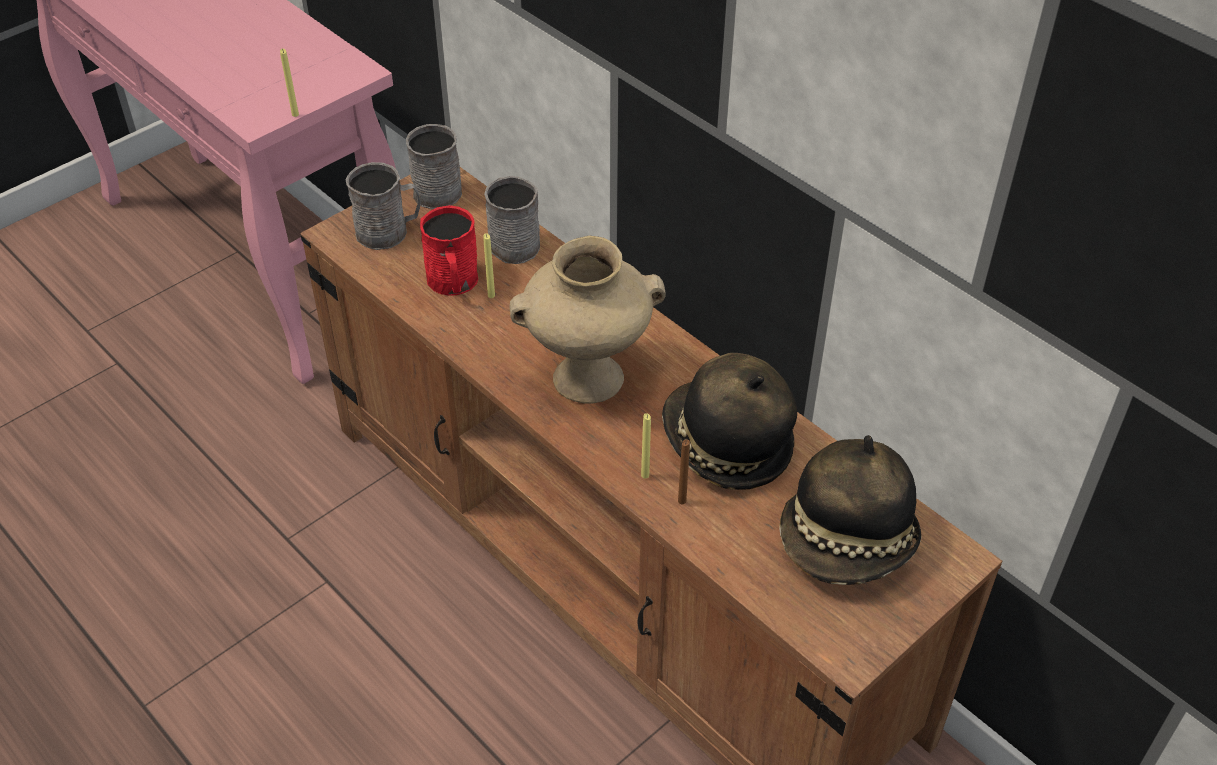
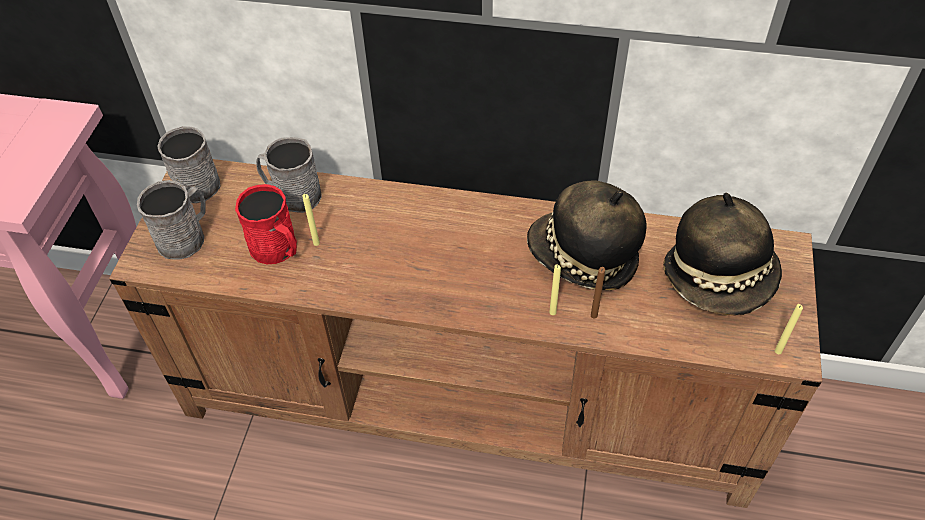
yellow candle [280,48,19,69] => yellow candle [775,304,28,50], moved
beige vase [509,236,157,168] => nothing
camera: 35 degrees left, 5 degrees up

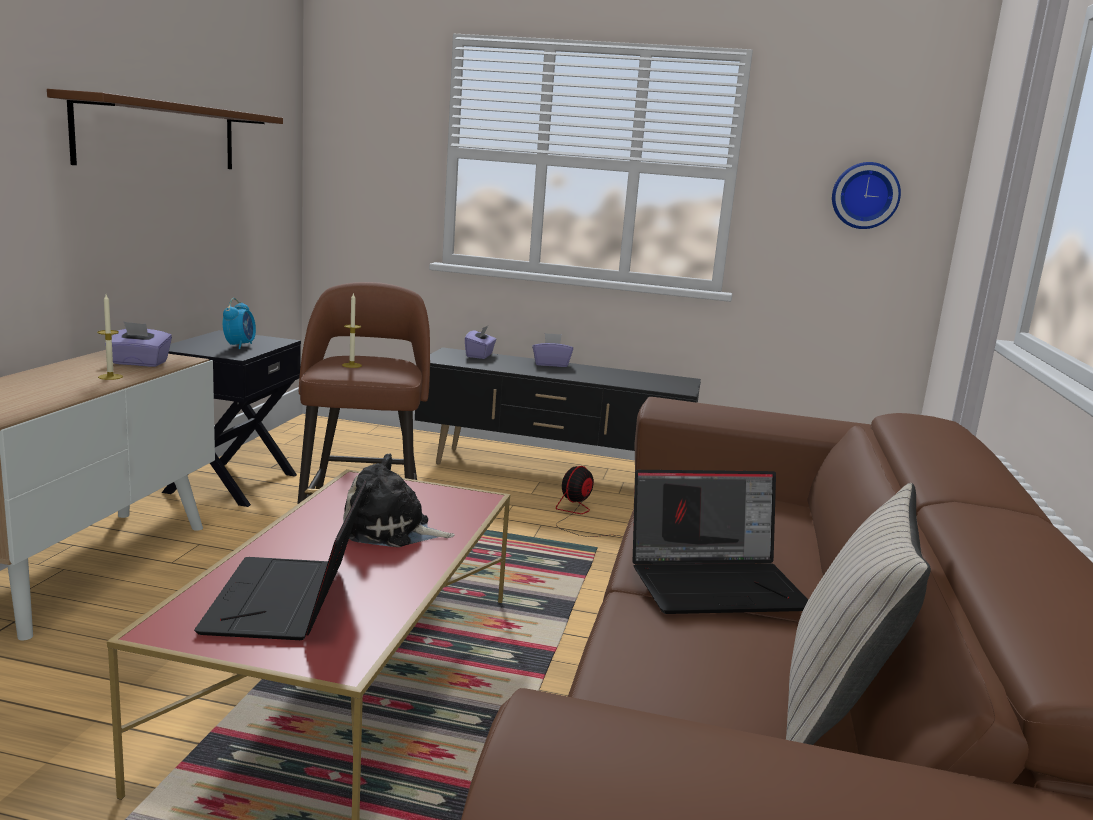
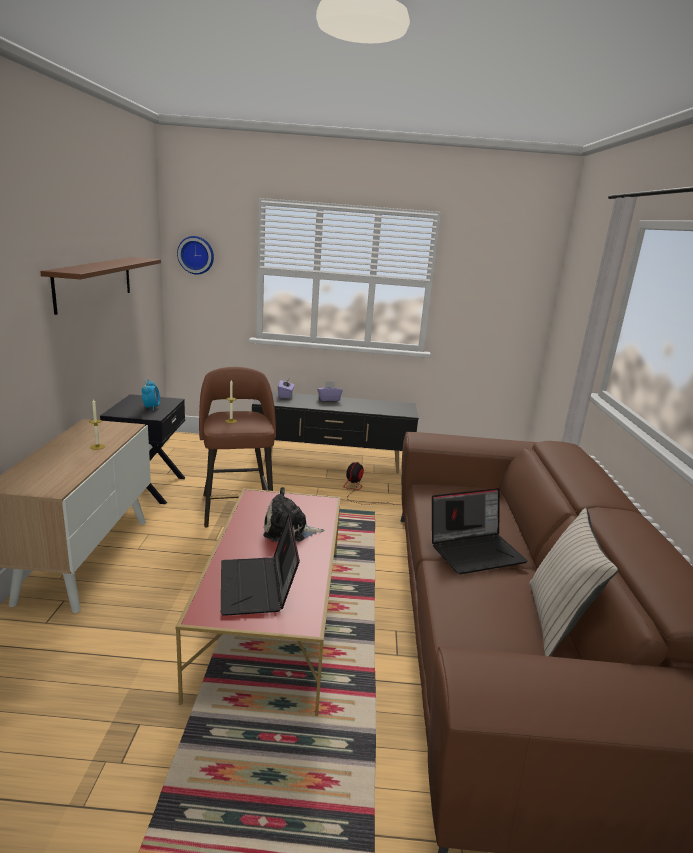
wall clock [832,162,69,67] => wall clock [177,236,37,39], moved
purple tissue box [105,321,67,46] => nothing
camera: 10 degrees left, 5 degrees up

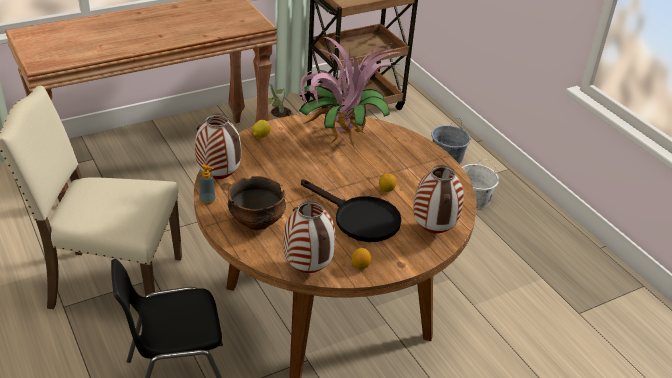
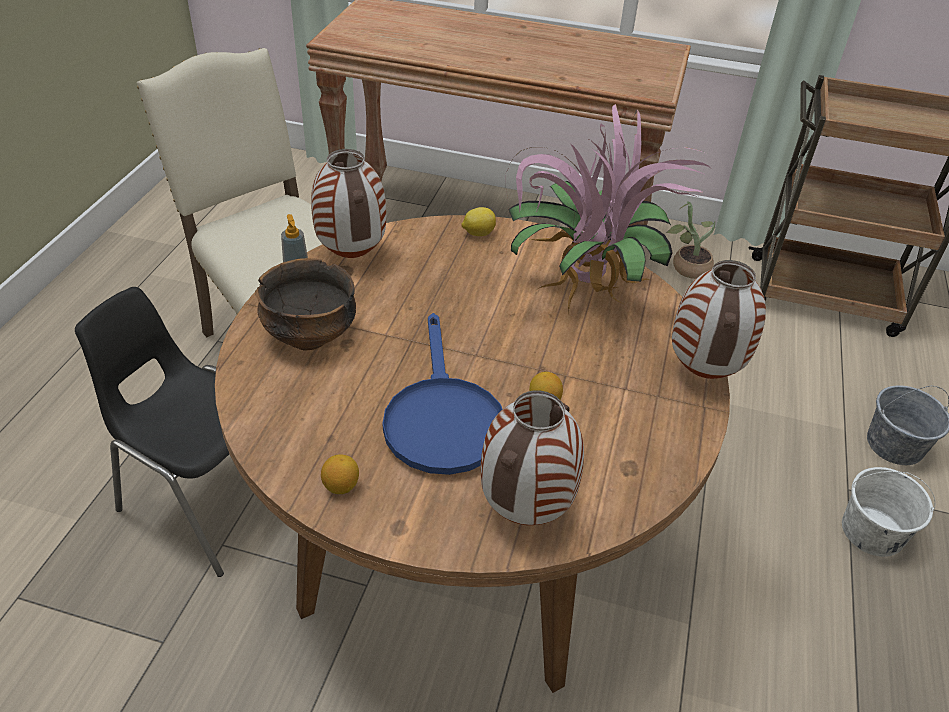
black frying pan [301,180,100,62] => blue frying pan [382,313,120,162]
vase [283,201,53,72] => vase [672,260,94,119], moved
camera: 45 degrees right, 5 degrees up

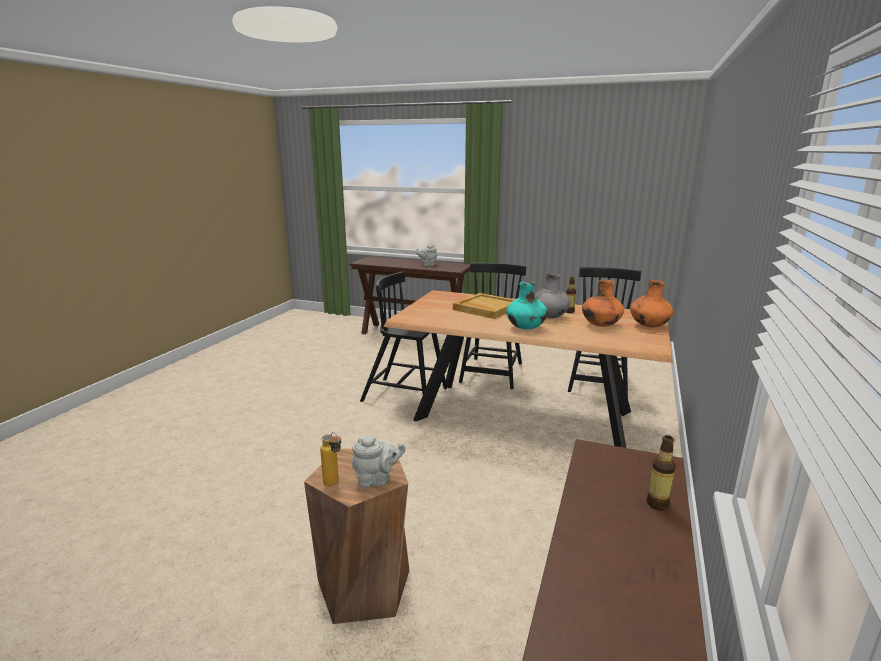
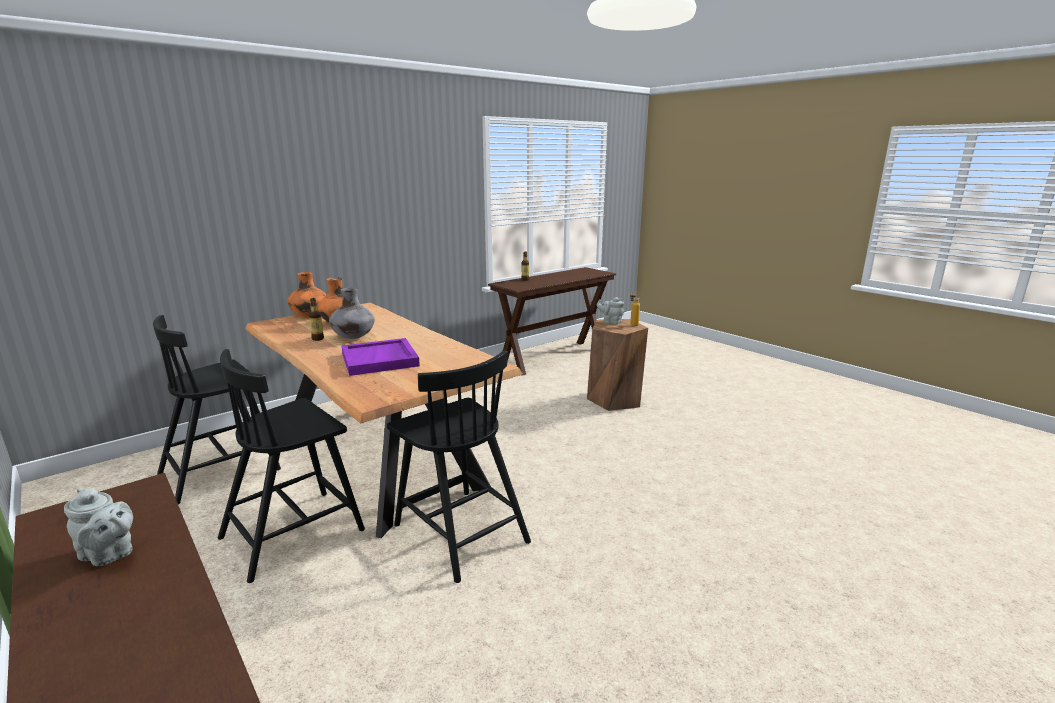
turquoise vase [506,281,42,48] => nothing
beige tray [453,293,62,26] => purple tray [342,338,78,38]
camera: 150 degrees left, 0 degrees up

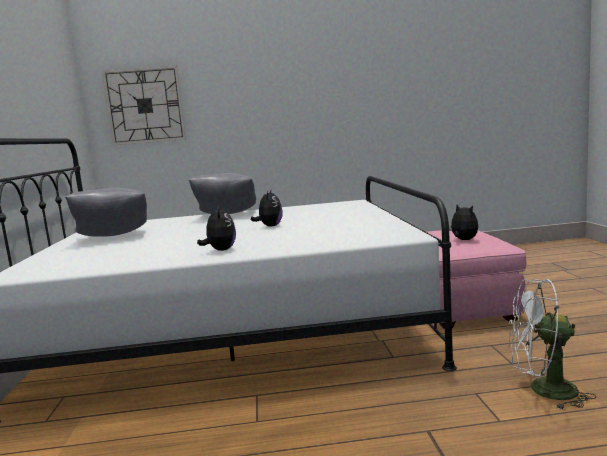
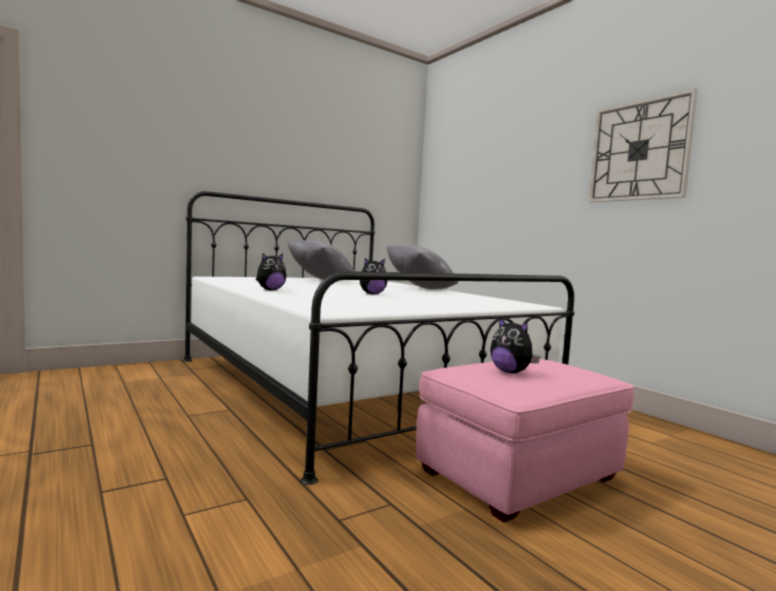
wall clock [102,65,84,80] => wall clock [588,88,110,114], moved
plush toy [449,205,29,35] => plush toy [490,317,50,56], 105 degrees clockwise
white fan [509,279,87,130] => nothing
camera: 60 degrees right, 5 degrees down

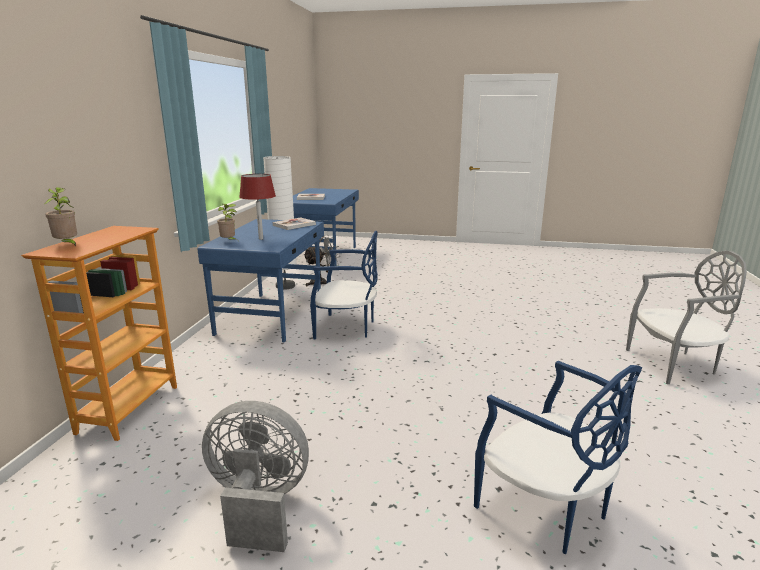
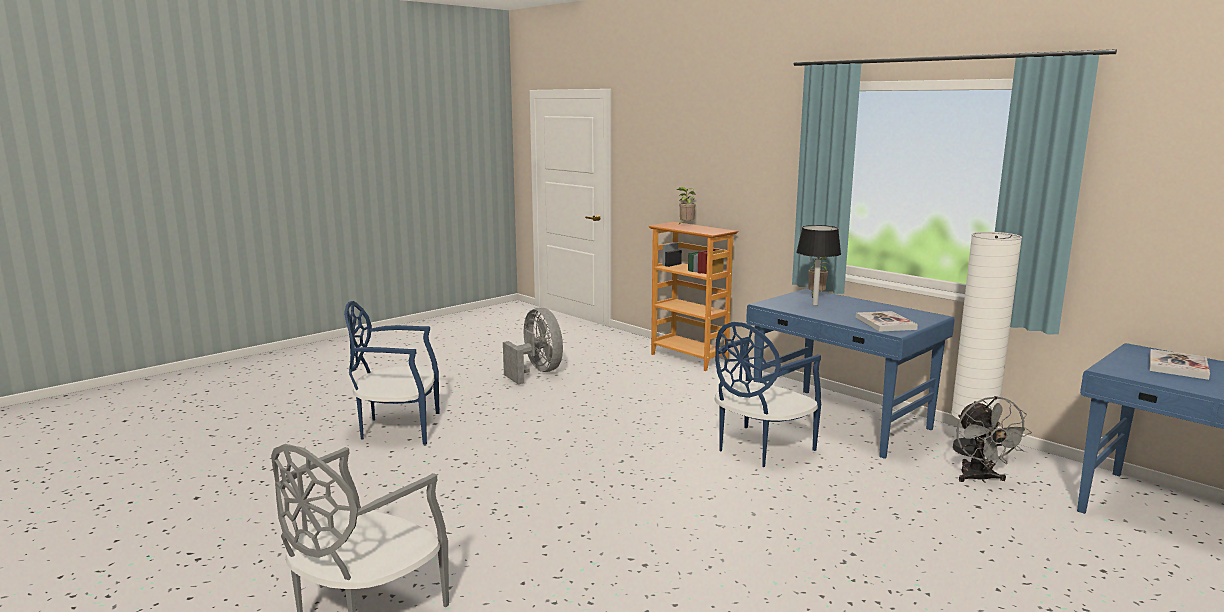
red table lamp [239,174,37,66] => black table lamp [796,225,45,81]
grey fan [202,401,107,151] => grey fan [503,308,60,77], 75 degrees counterclockwise
camera: 125 degrees right, 5 degrees down

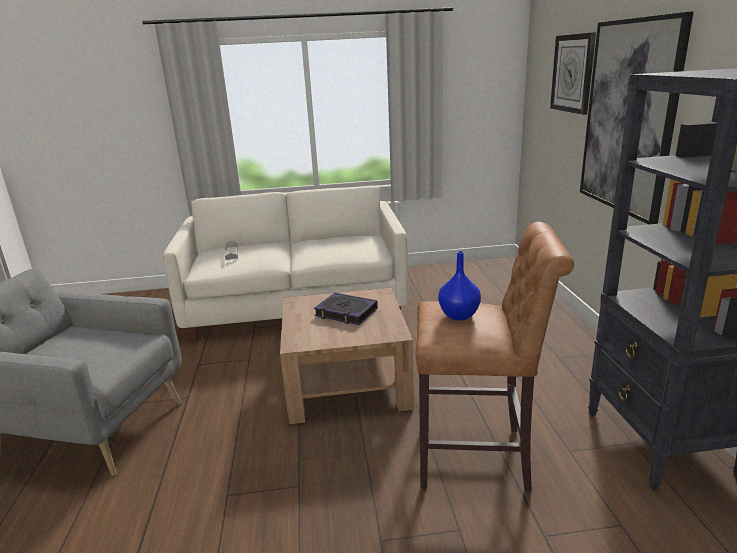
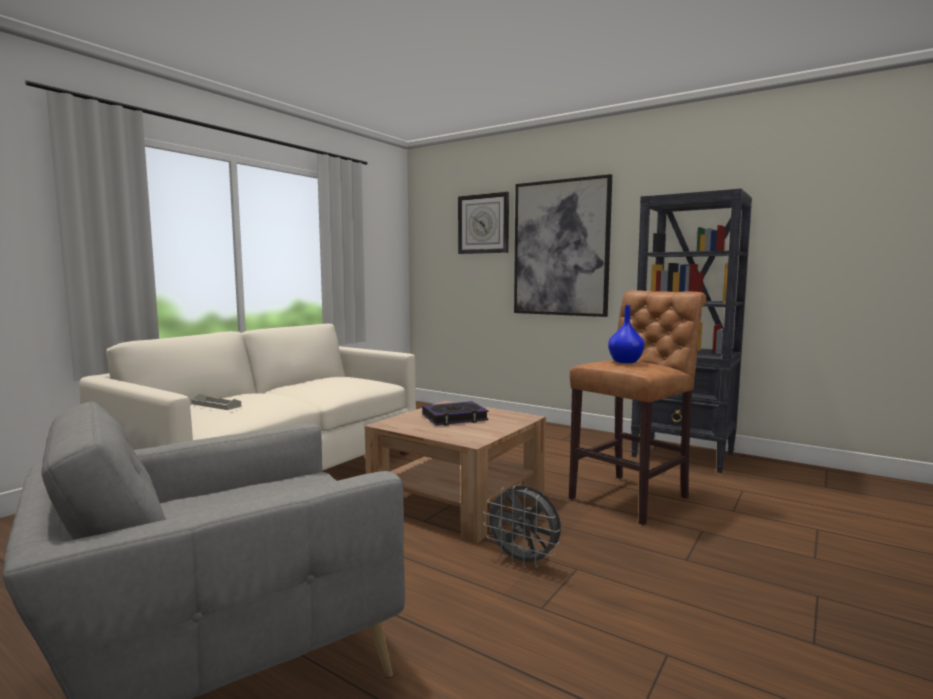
nothing => grey fan [483,485,78,83]
camera: 50 degrees left, 15 degrees down

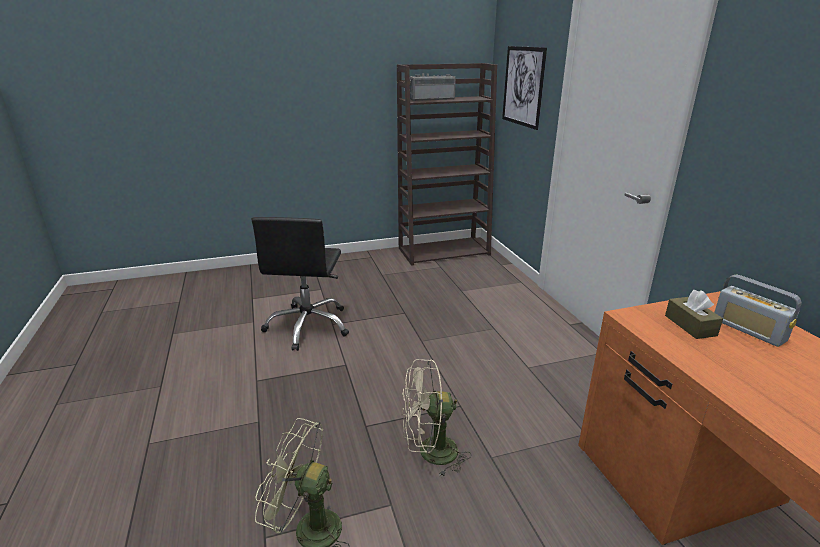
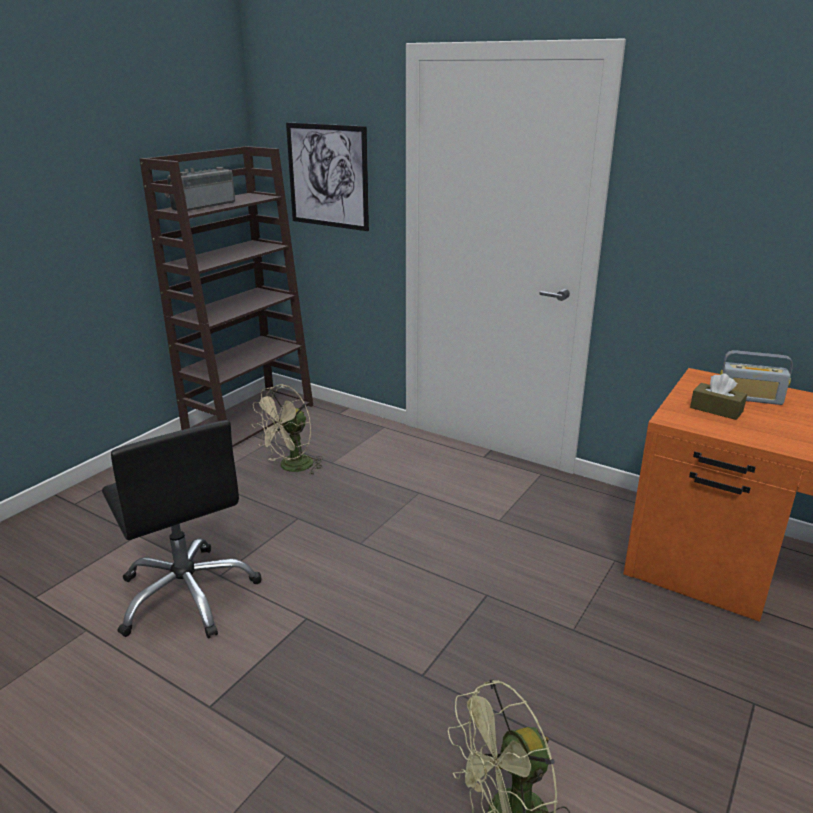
beige fan [402,359,69,119] => beige fan [252,384,71,90], moved
camera: 40 degrees left, 0 degrees up

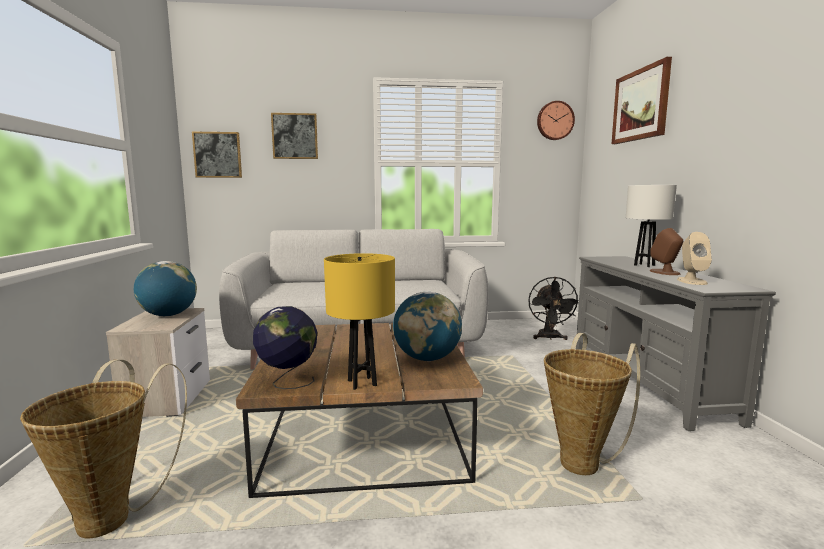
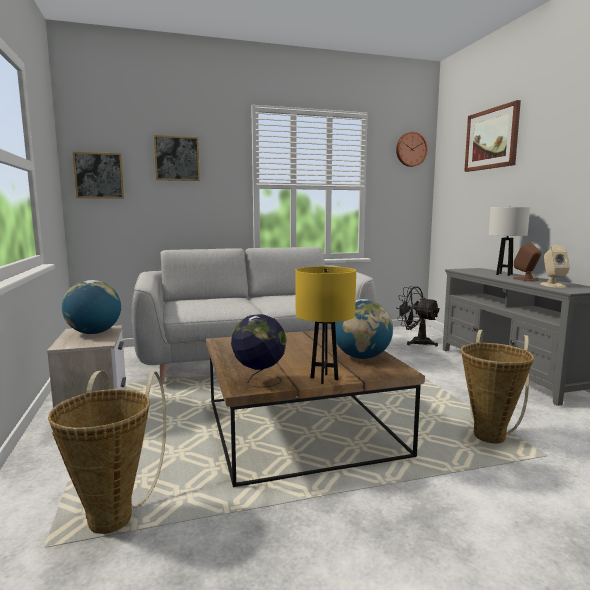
black fan [528,277,51,63] => black fan [396,287,44,60], 135 degrees clockwise
camera: 10 degrees left, 0 degrees up

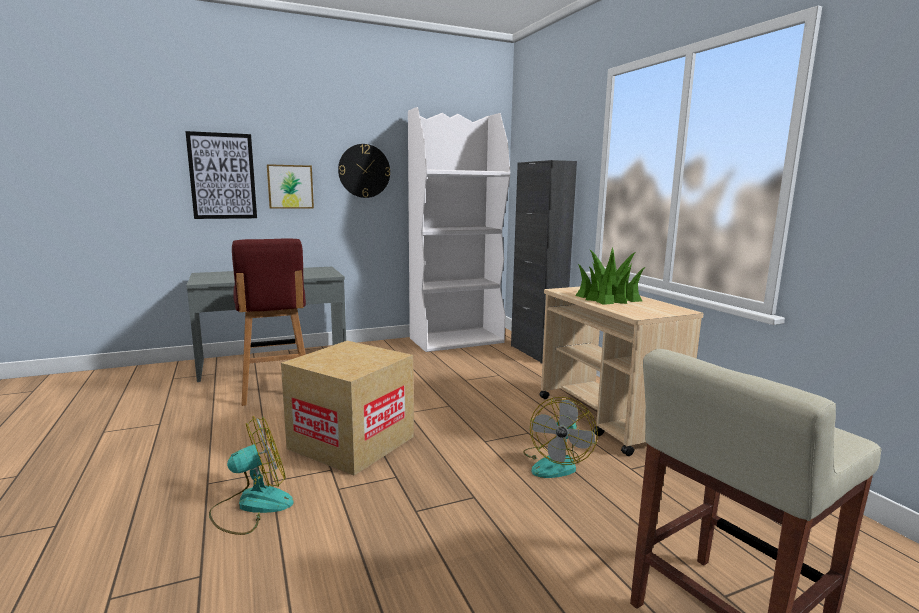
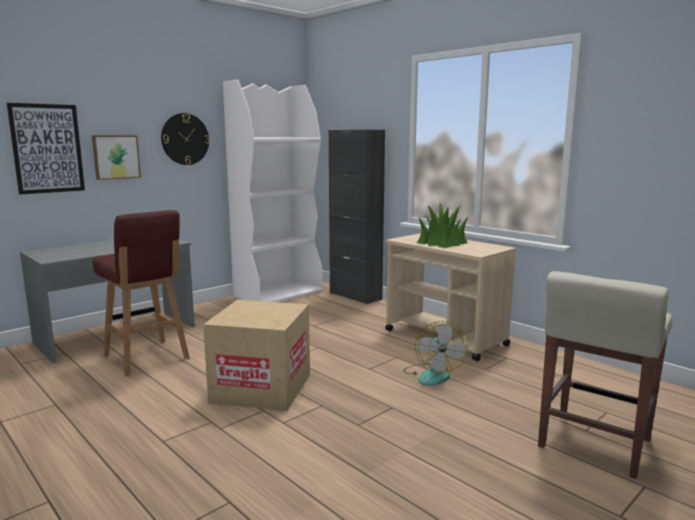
fan [209,416,85,119] => nothing
camera: 20 degrees left, 0 degrees up

